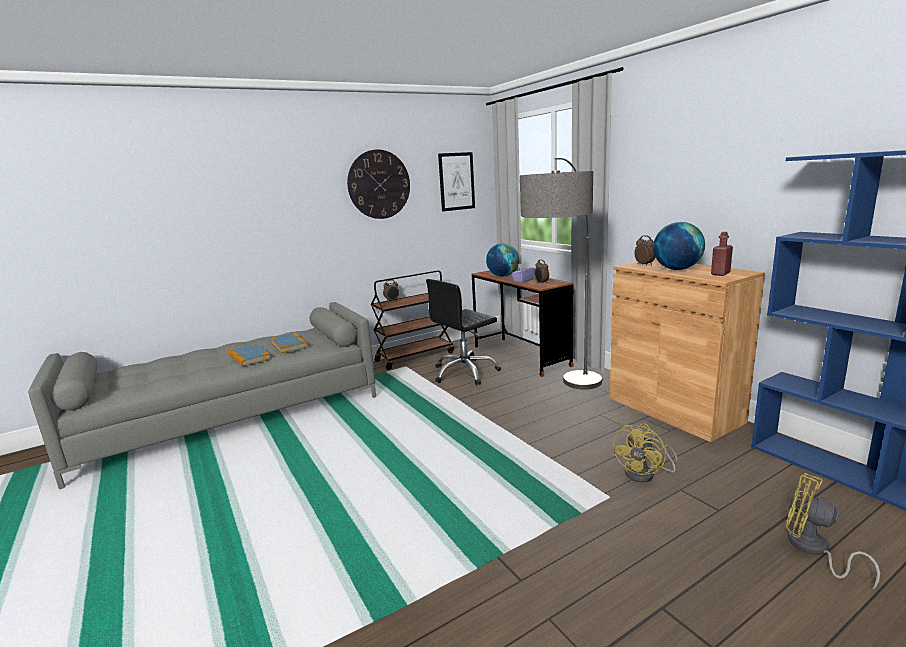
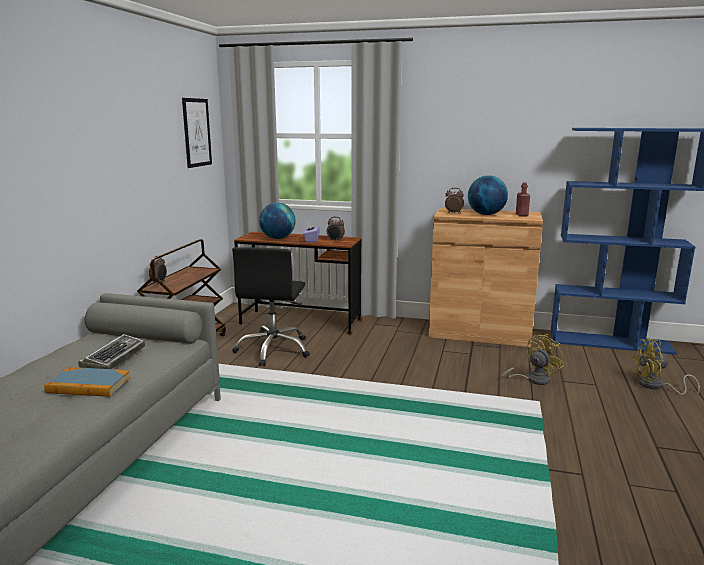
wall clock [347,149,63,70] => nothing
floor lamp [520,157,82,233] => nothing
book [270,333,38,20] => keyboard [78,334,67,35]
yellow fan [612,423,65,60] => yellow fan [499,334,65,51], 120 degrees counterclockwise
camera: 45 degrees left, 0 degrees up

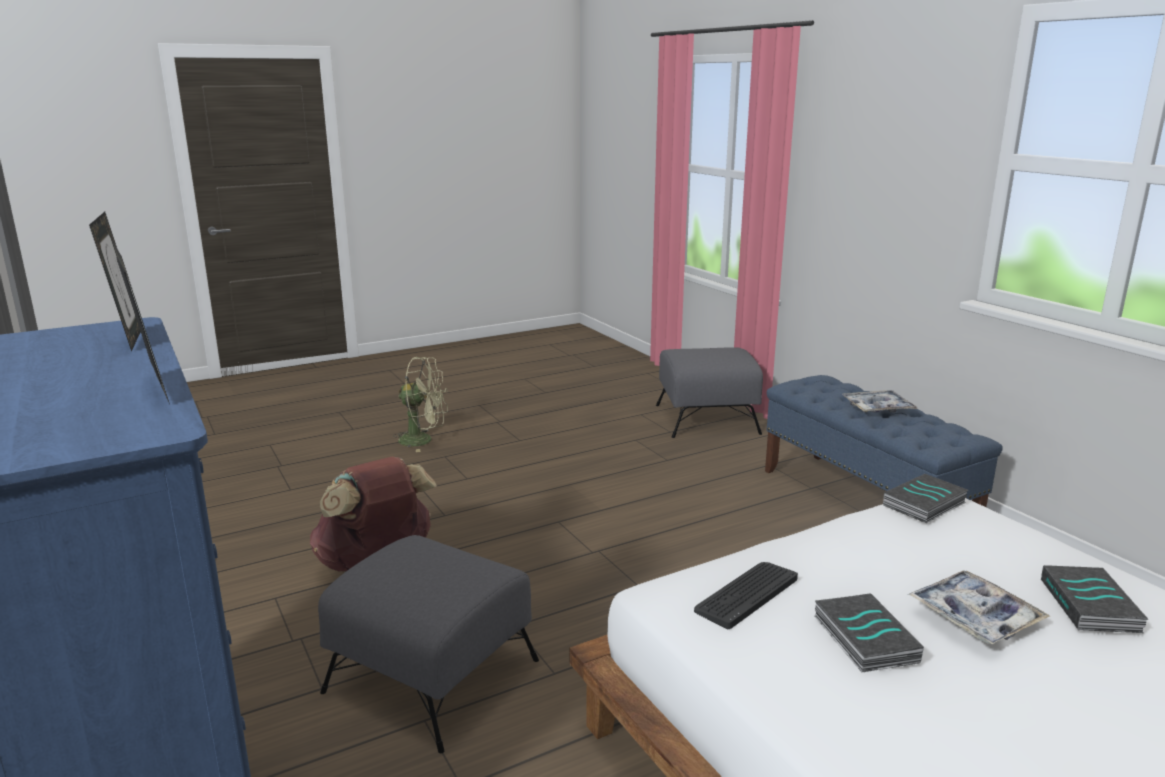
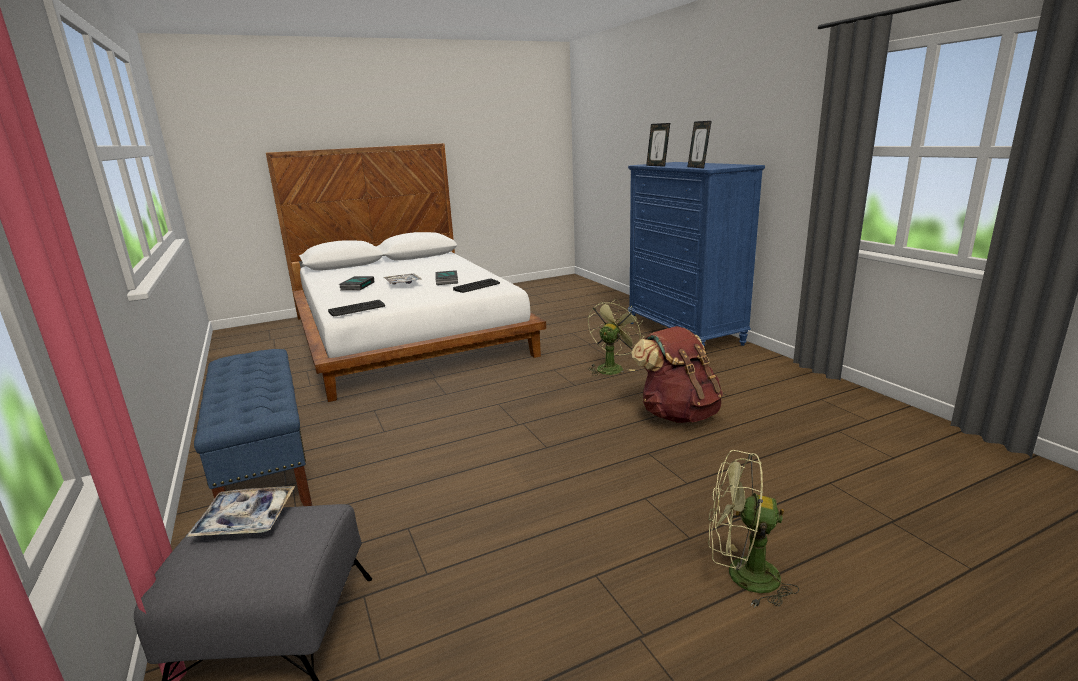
tray [842,390,76,23] => tray [186,486,109,51], moved
book [883,474,86,49] => keyboard [328,300,57,16]
grey ottoman [318,535,221,218] => green fan [588,299,56,77]
camera: 175 degrees left, 0 degrees up

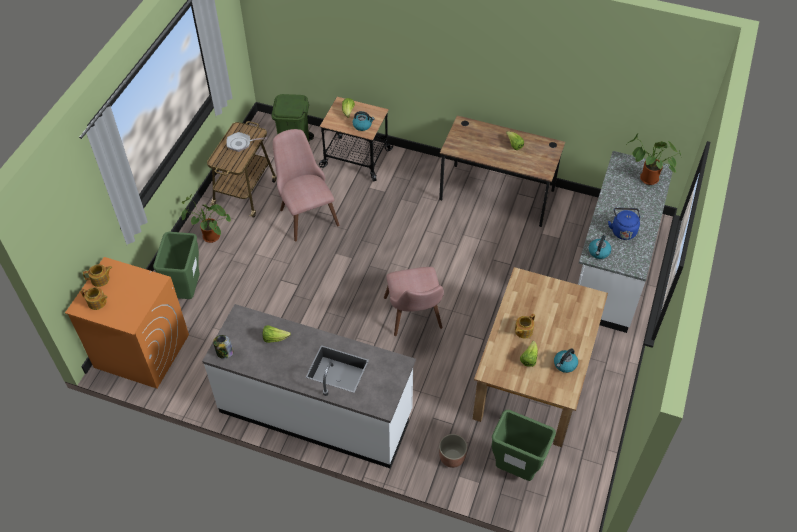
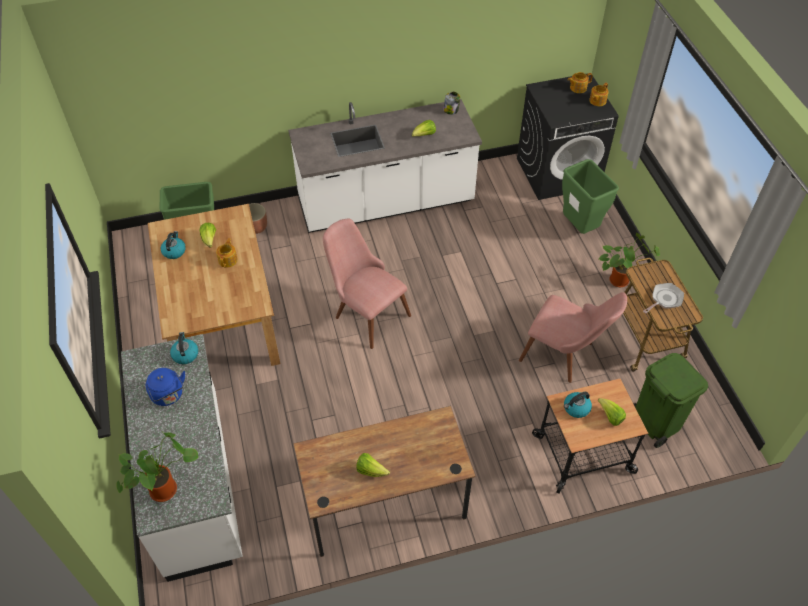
orange washing machine [65,257,124,131] => black washing machine [517,73,102,127]
camera: 145 degrees right, 0 degrees up

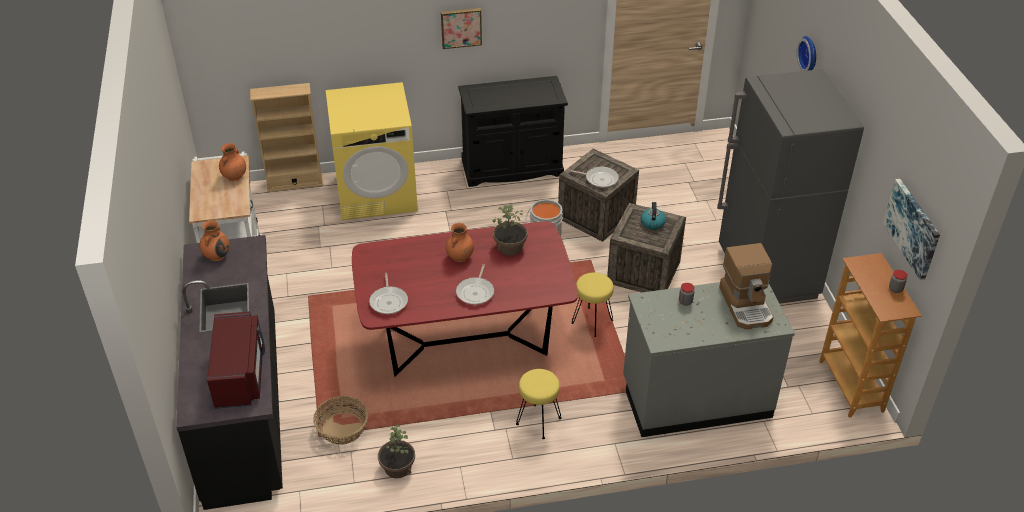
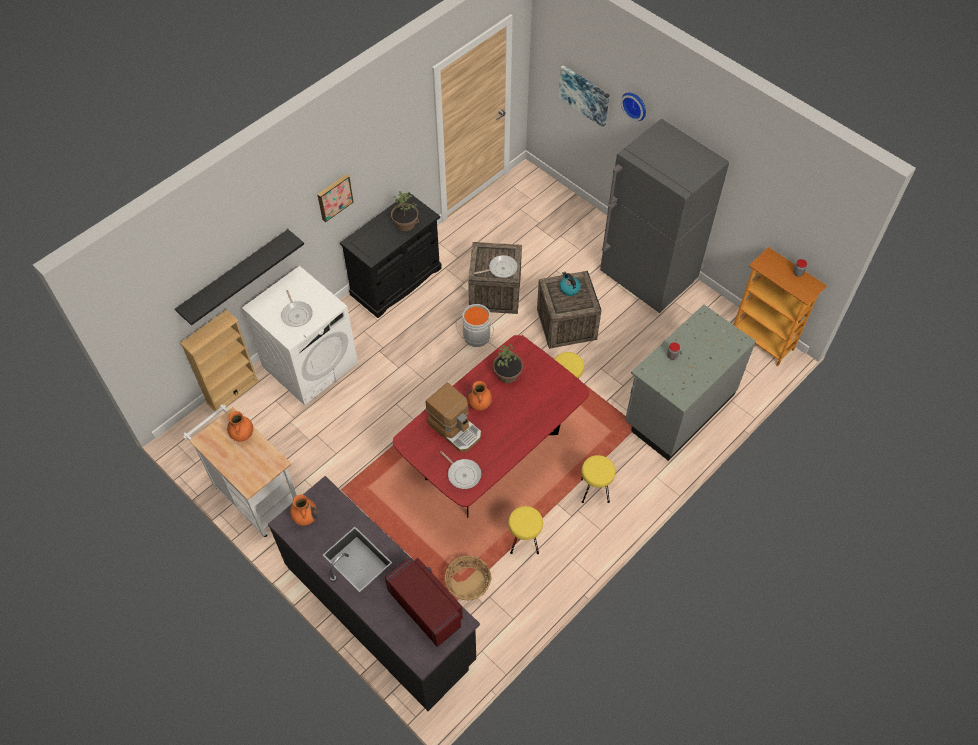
yellow washing machine [326,82,92,138] => white washing machine [242,266,116,139]
picture [883,179,57,101] => picture [558,65,51,62], moved
coffee machine [719,243,54,87] => coffee machine [426,383,55,69], moved
frying pan [456,264,38,41] => frying pan [281,290,32,37], moved
potted plant [378,424,37,54] => potted plant [391,191,28,40], moved
nothing => black shelf [175,229,129,96]
nothing => yellow stool [508,506,35,48]
camera: 35 degrees left, 15 degrees up

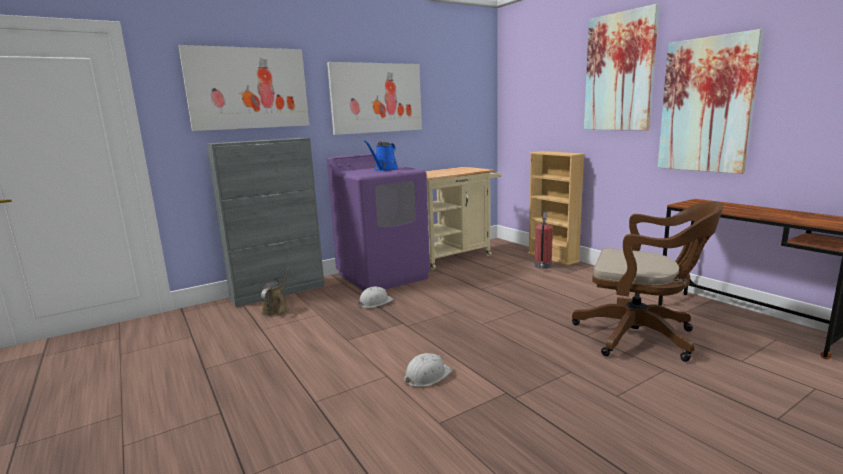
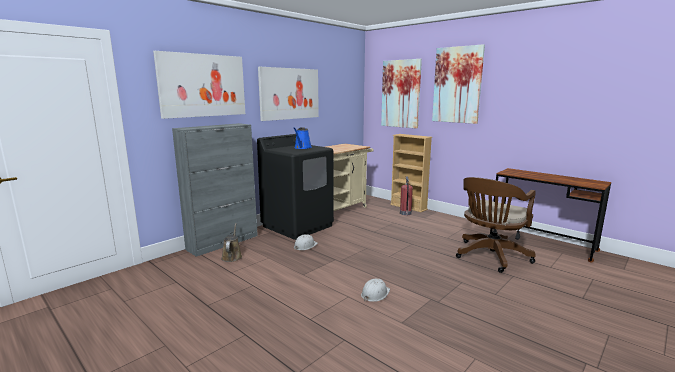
picture [658,29,105,145] => picture [381,59,41,70], moved
purple washing machine [327,153,103,138] => black washing machine [257,134,77,106]
brown office chair [572,202,152,160] => brown office chair [456,177,80,96], 120 degrees clockwise
camera: 15 degrees left, 0 degrees up

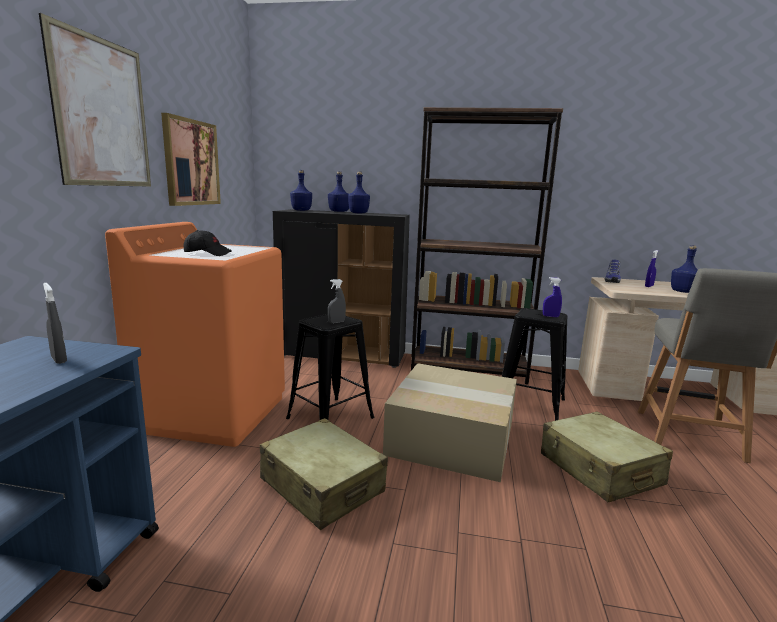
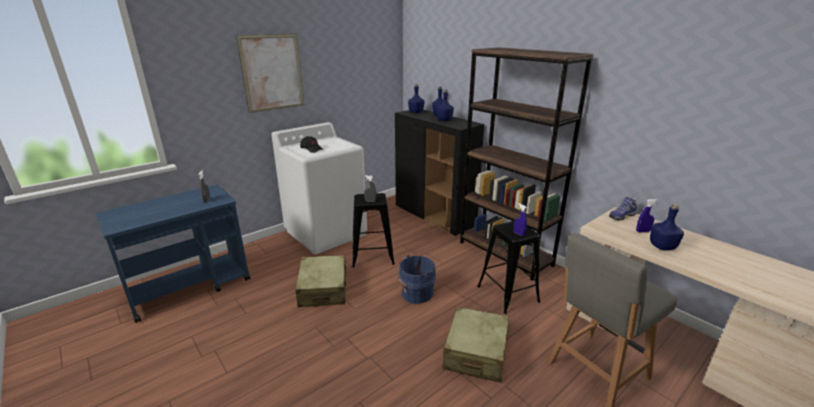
picture [161,113,60,93] => nothing
orange washing machine [105,222,180,225] => white washing machine [271,122,96,133]
cardboard box [383,363,134,119] => blue bucket [396,255,40,49]
camera: 40 degrees right, 10 degrees up

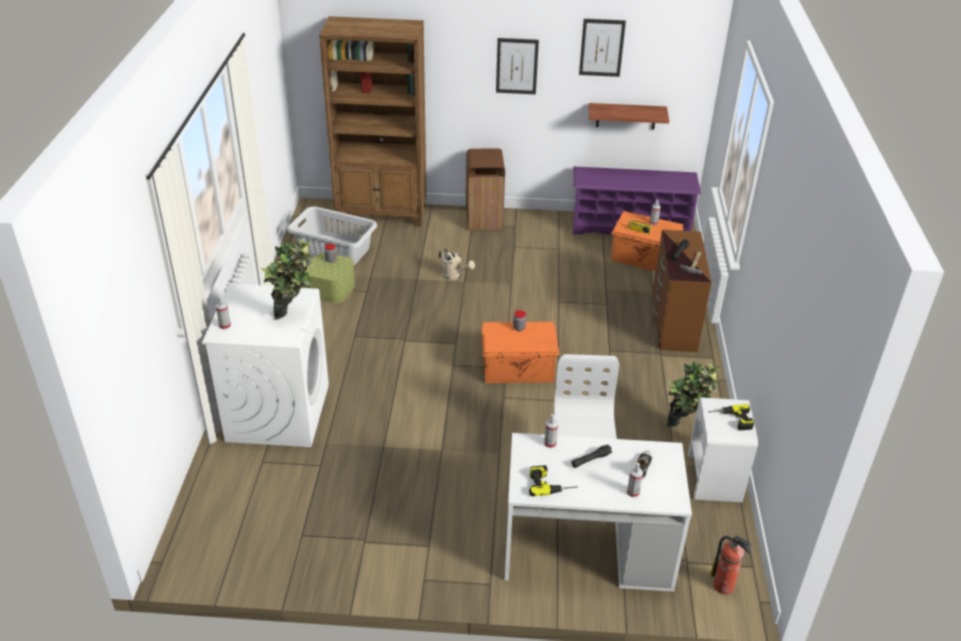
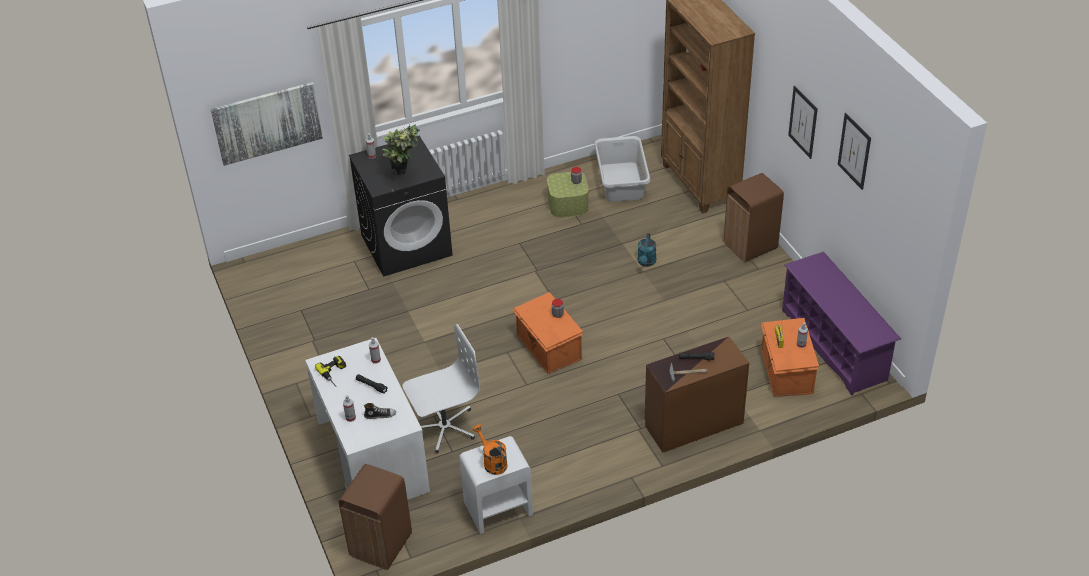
shelf [589,103,80,27] => nothing
beige watering can [439,249,36,31] => turquoise watering can [638,233,18,34]
white washing machine [202,284,127,163] => black washing machine [349,136,104,141]
potted plant [667,361,54,67] => nothing
power drill [708,404,46,27] => orange watering can [473,424,35,51]
fire extinguisher [710,535,42,59] => brown trash can [339,464,73,106]
nothing => picture [211,82,112,84]
camera: 65 degrees right, 5 degrees up

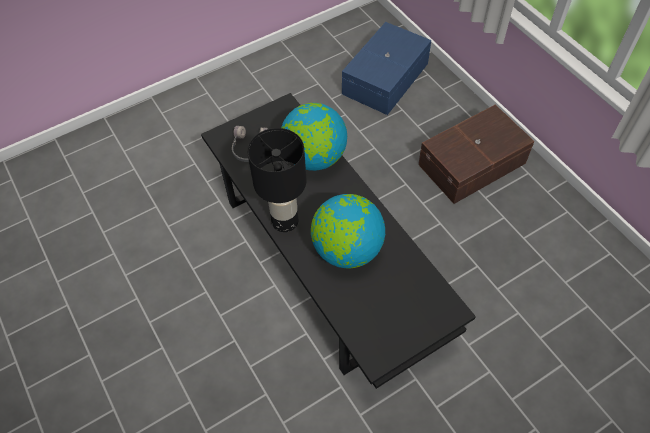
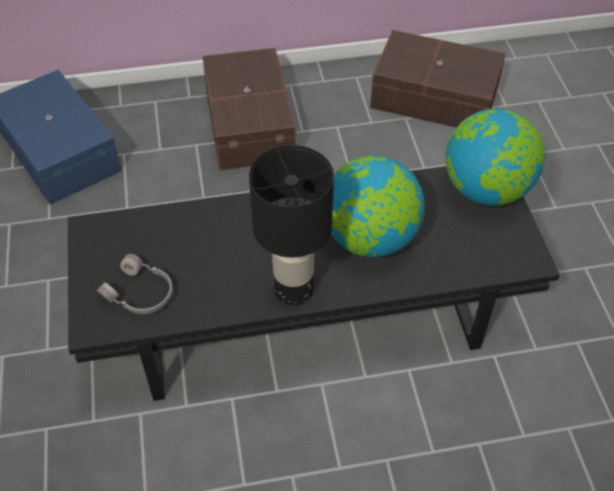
globe [281,103,66,68] => globe [446,108,99,97], moved
nothing => brown storage box [370,30,136,98]
camera: 70 degrees left, 5 degrees down

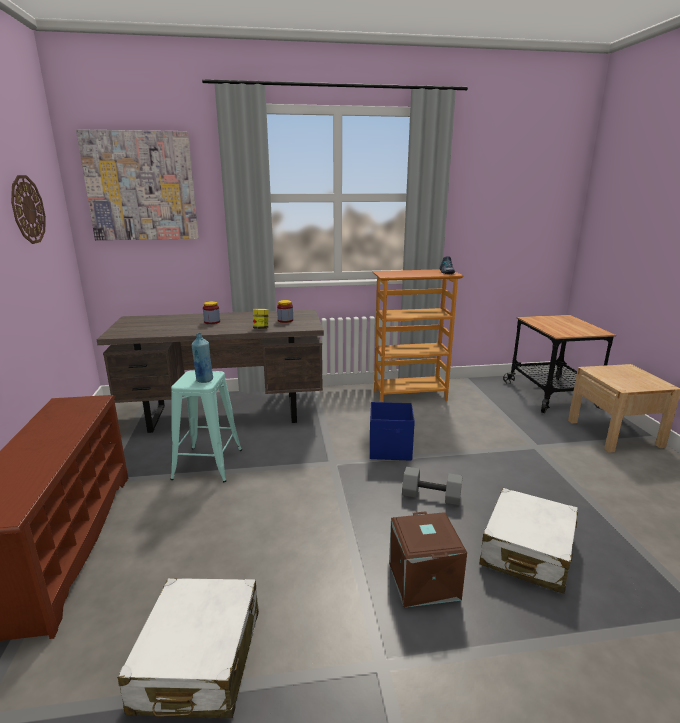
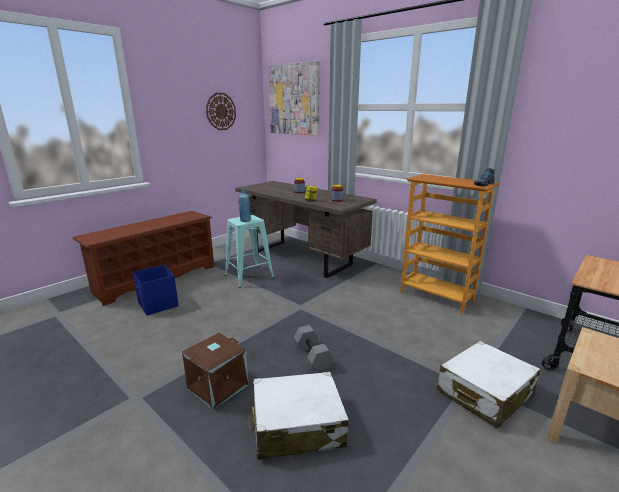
blue storage box [370,402,45,59] => blue storage box [133,265,46,50], moved
white suitcase [117,578,142,140] => white suitcase [437,341,103,87], moved
camera: 50 degrees right, 0 degrees up

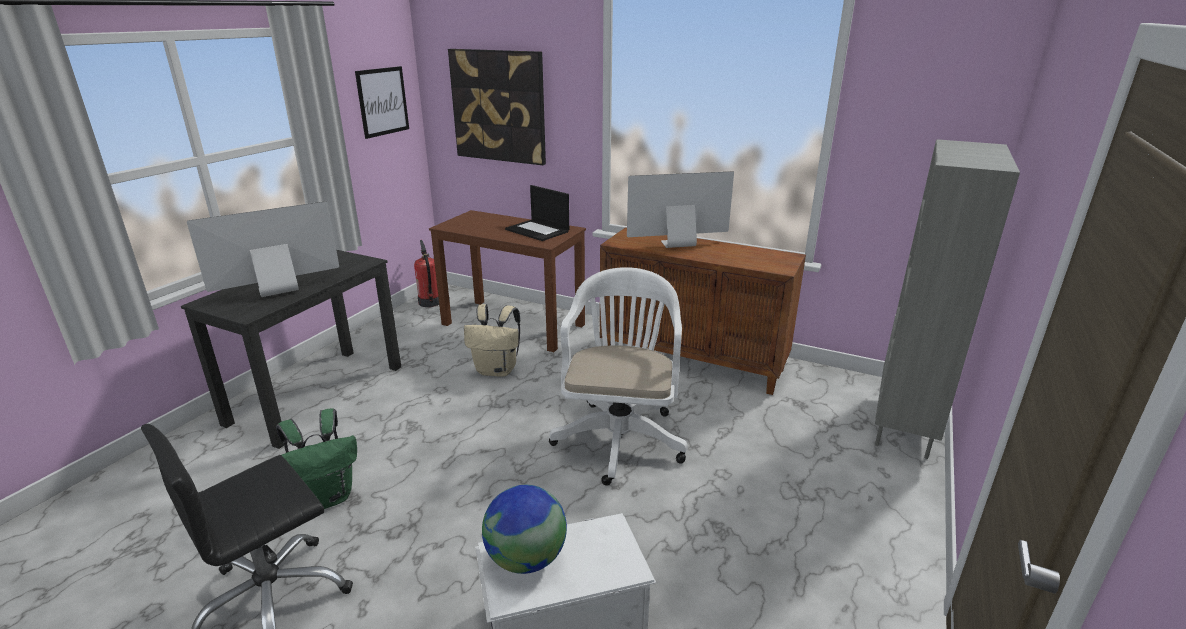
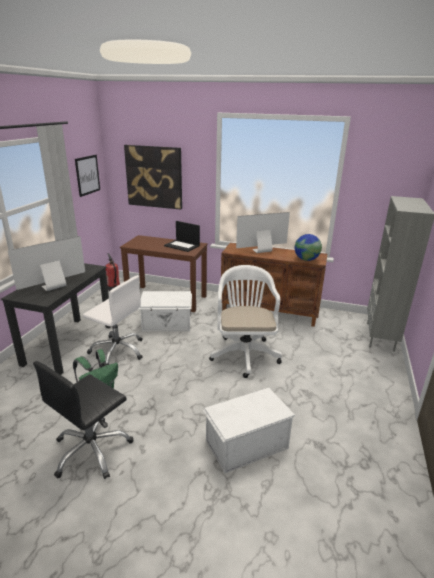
beige backpack [464,304,56,73] => white storage box [139,291,53,40]
globe [482,485,85,89] => globe [295,234,27,27], moved
nothing => white office chair [83,275,60,91]
camera: 10 degrees left, 0 degrees up

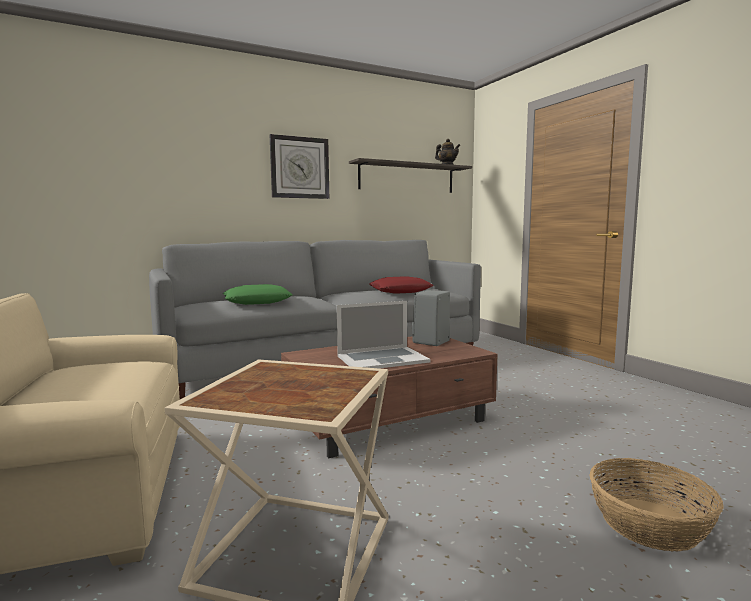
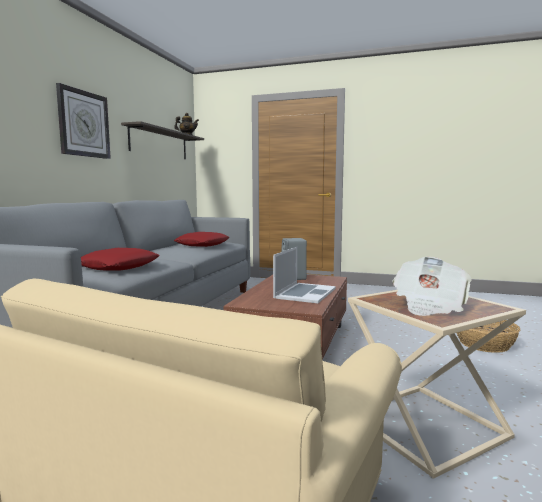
green pillow [223,284,70,21] => red pillow [81,248,79,23]
nothing => newspaper [392,256,80,60]
camera: 45 degrees left, 0 degrees up

